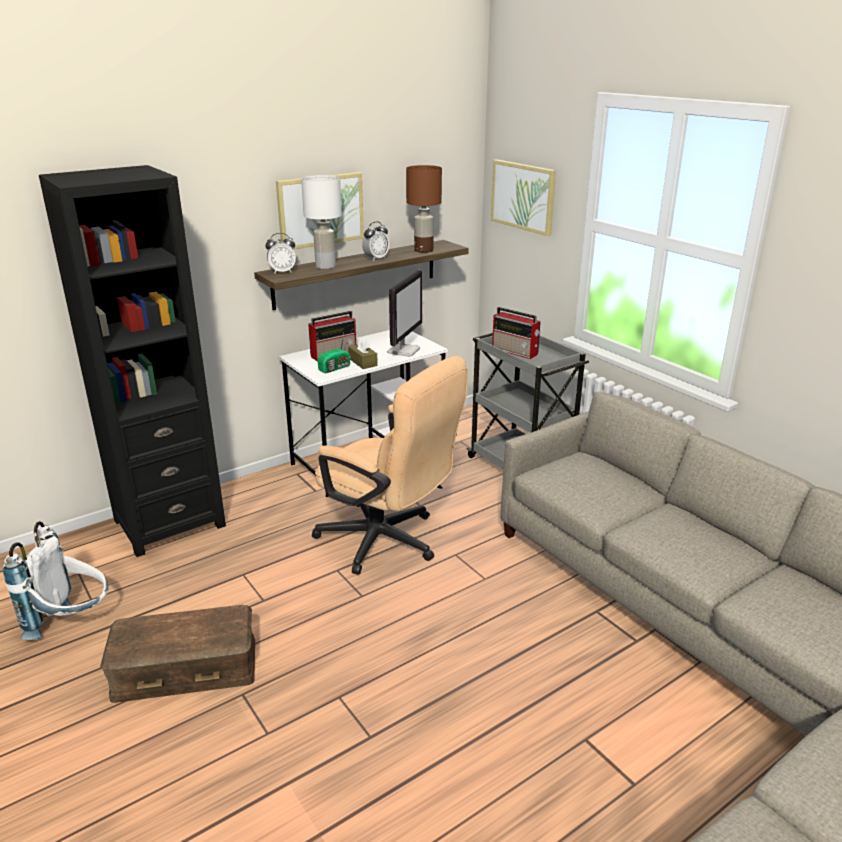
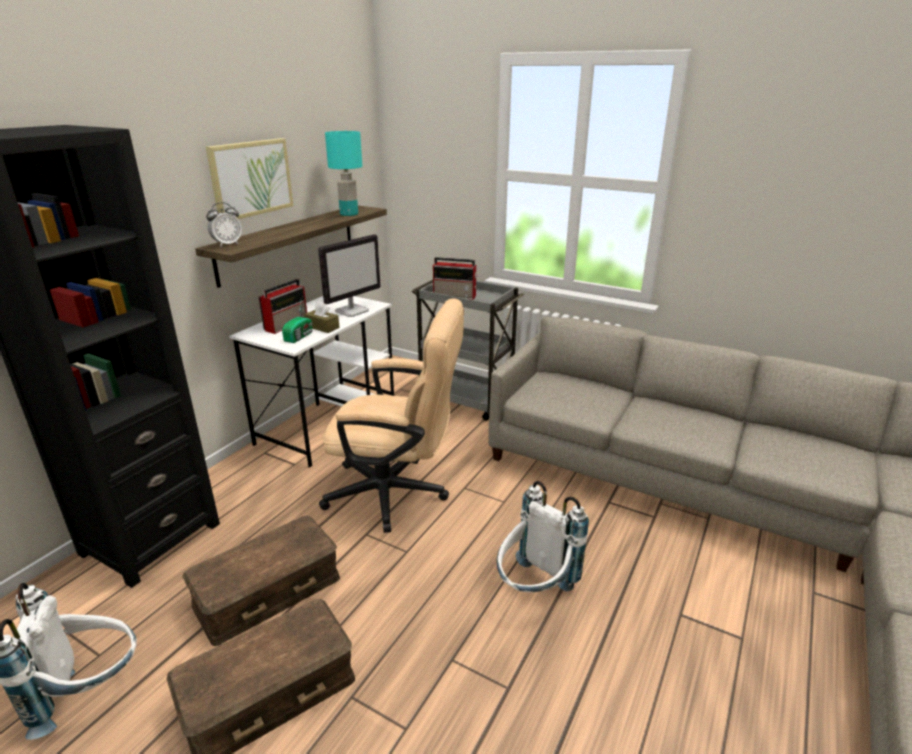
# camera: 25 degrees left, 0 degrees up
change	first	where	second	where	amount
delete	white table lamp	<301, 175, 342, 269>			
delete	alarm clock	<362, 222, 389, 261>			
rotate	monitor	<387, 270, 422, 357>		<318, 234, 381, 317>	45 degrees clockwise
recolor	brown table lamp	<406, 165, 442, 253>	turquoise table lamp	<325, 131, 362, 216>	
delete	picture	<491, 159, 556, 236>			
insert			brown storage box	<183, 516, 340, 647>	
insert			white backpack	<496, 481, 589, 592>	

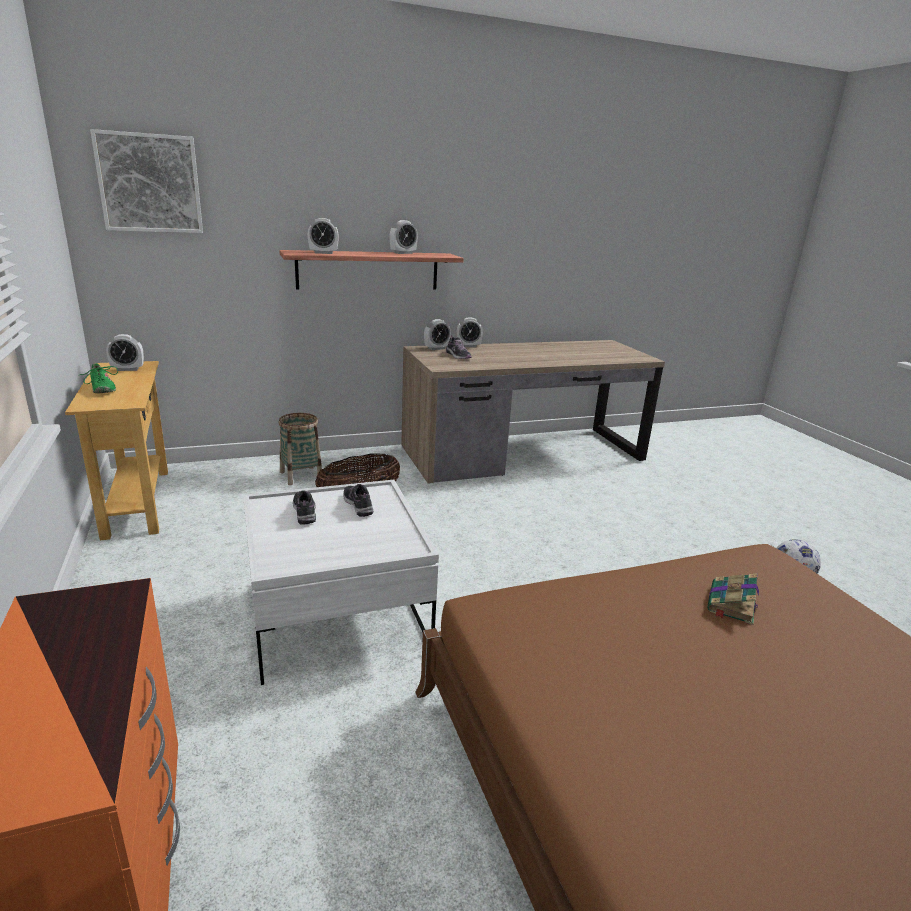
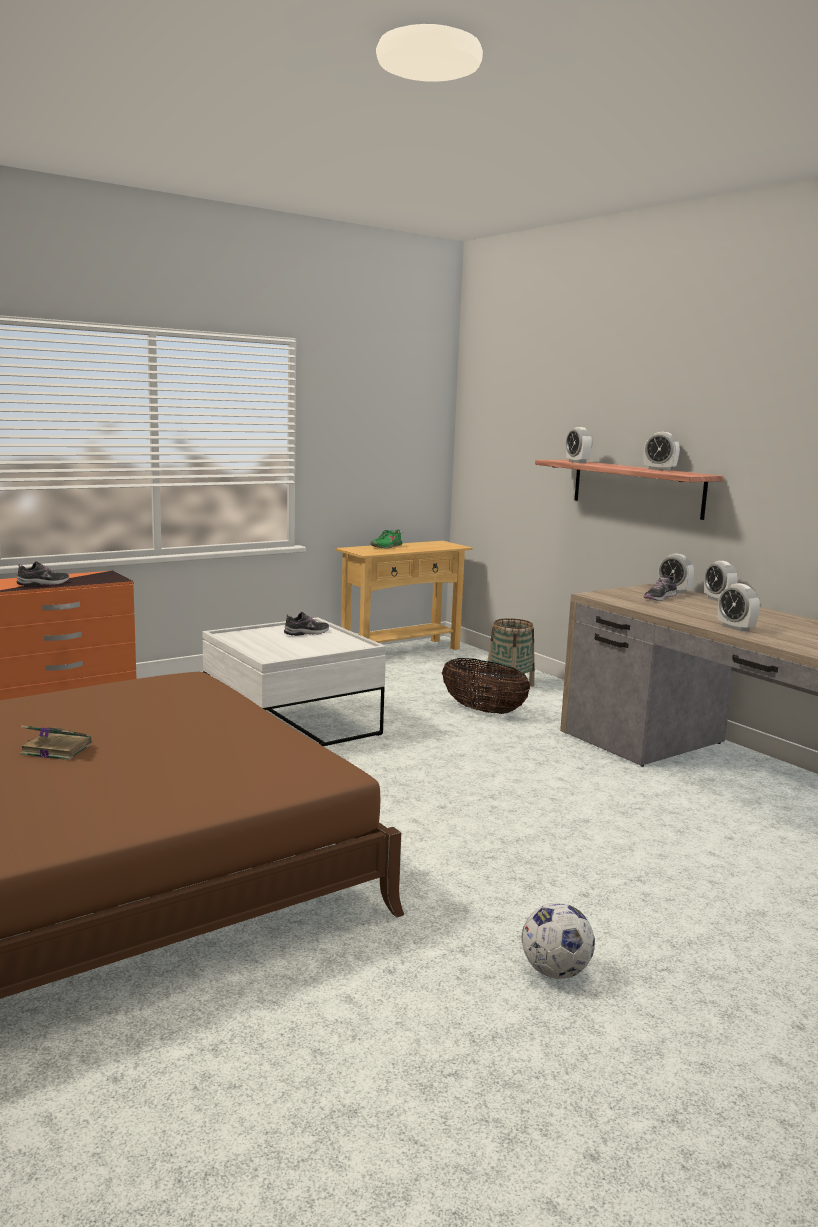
# camera: 75 degrees right, 10 degrees down
change	first	where	second	where	amount
delete	picture	<90, 129, 203, 233>			
move	alarm clock	<106, 334, 144, 371>		<718, 583, 760, 632>	
move	shoe	<343, 484, 373, 517>		<17, 561, 69, 586>	
move	book	<707, 573, 759, 625>		<20, 725, 91, 760>	

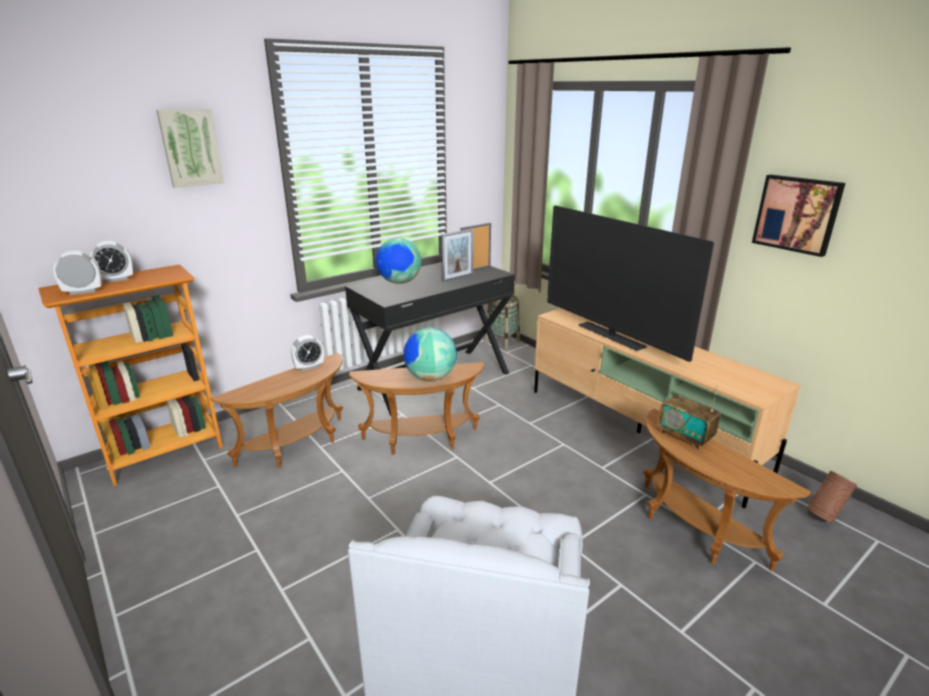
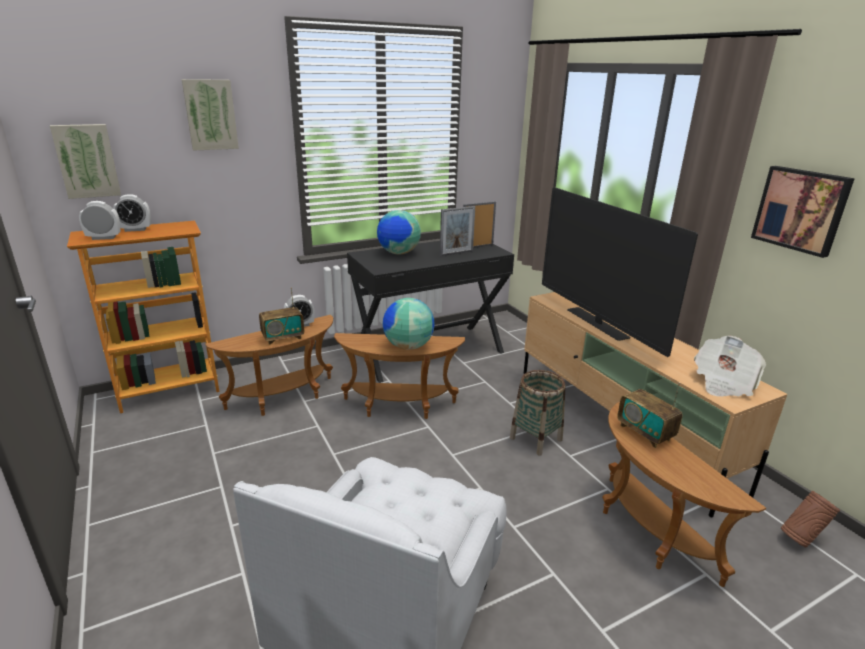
# camera: 10 degrees right, 0 degrees up
change	first	where	second	where	amount
move	basket	<485, 295, 520, 350>		<510, 370, 566, 456>	
insert			picture	<50, 124, 121, 199>	
insert			radio	<259, 287, 304, 345>	
insert			newspaper	<694, 336, 766, 397>	

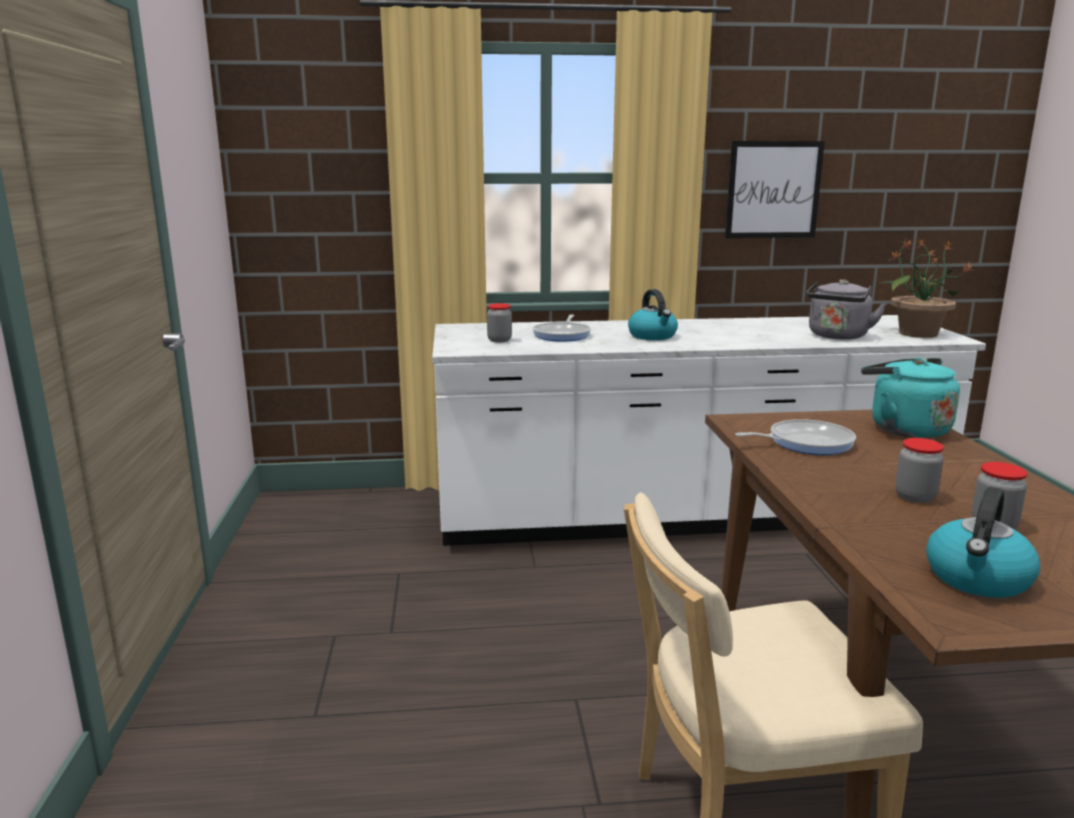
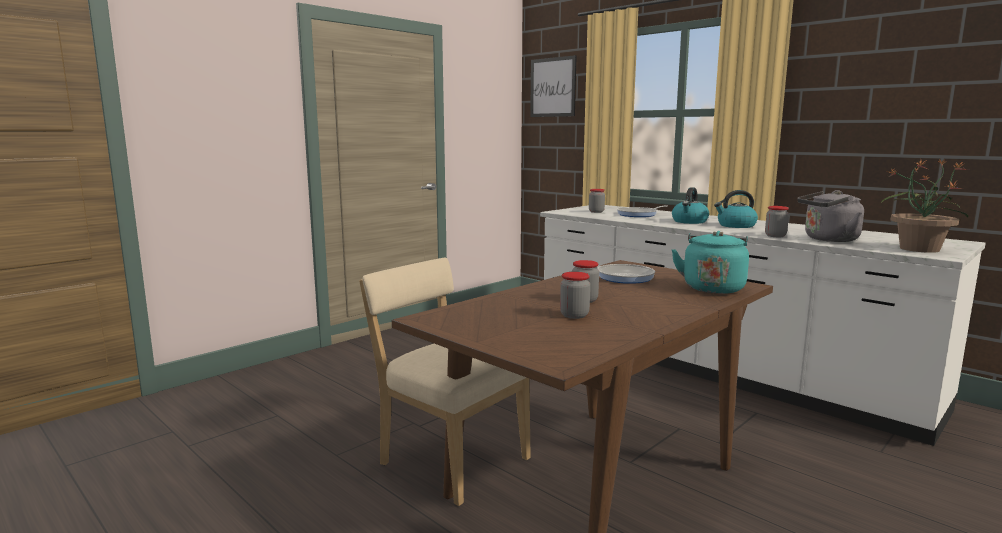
# camera: 50 degrees right, 5 degrees down
change	first	where	second	where	amount
move	picture	<725, 141, 825, 238>		<530, 55, 577, 117>	
move	kettle	<926, 487, 1040, 598>		<714, 190, 758, 228>	
insert			jar	<765, 206, 789, 237>	

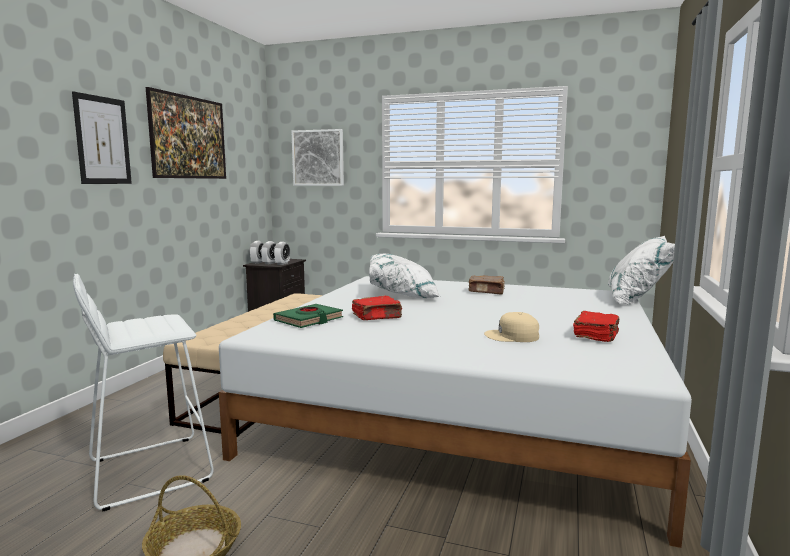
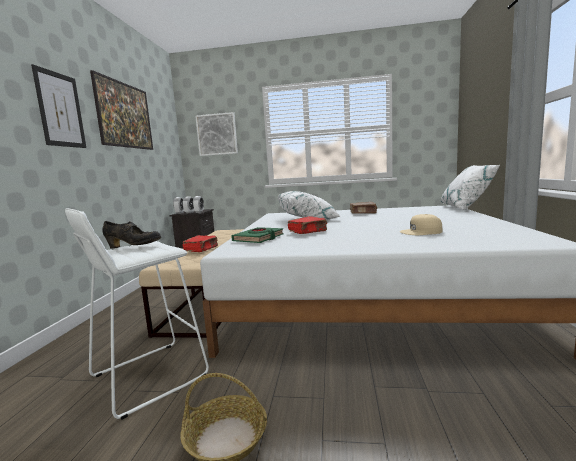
# camera: 10 degrees left, 0 degrees up
change	first	where	second	where	amount
move	red book	<573, 311, 619, 342>		<183, 235, 218, 252>	
insert			black shoe	<102, 221, 161, 248>	

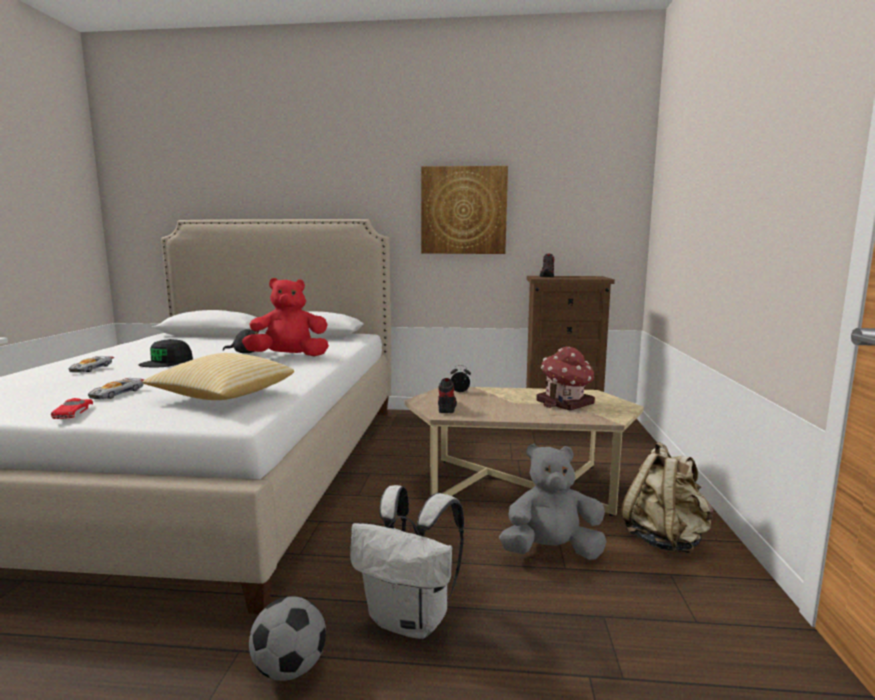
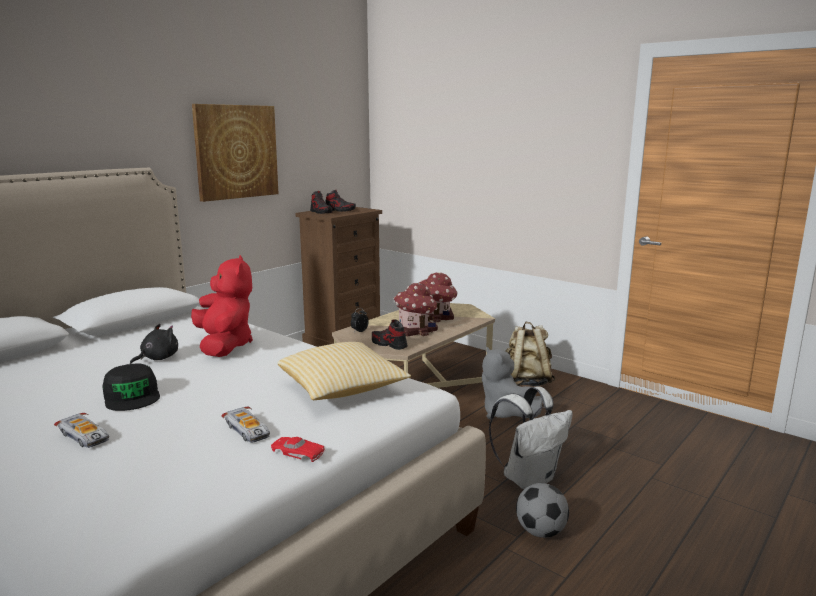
# camera: 55 degrees left, 5 degrees up
change	first	where	second	where	amount
rotate	red plush toy	<242, 278, 329, 357>		<191, 255, 253, 357>	135 degrees clockwise
rotate	grey plush toy	<499, 444, 606, 560>		<482, 347, 543, 419>	60 degrees counterclockwise
insert			shoe	<325, 190, 356, 212>	
insert			toy house	<394, 283, 438, 337>	

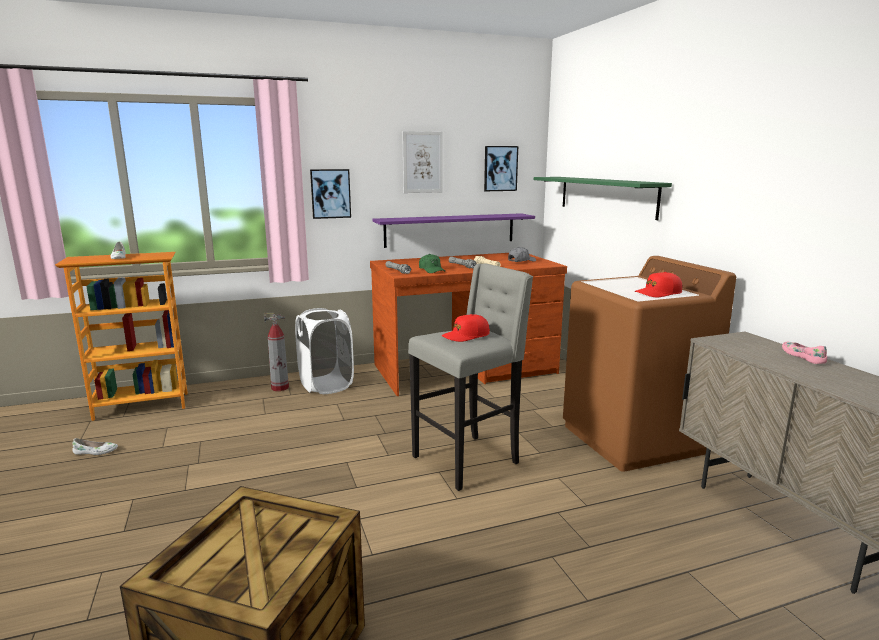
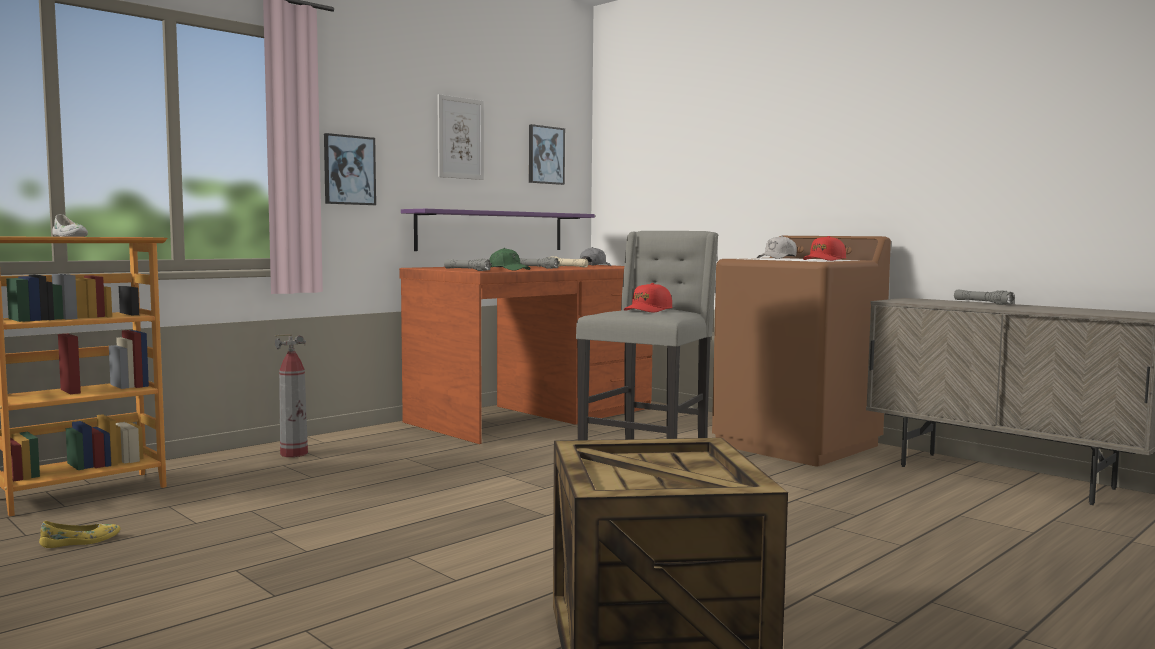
# camera: 25 degrees left, 10 degrees down
change	first	where	second	where	amount
recolor	white shoe	<73, 438, 118, 455>	yellow shoe	<39, 521, 120, 548>	
delete	white laundry basket	<295, 308, 354, 394>			
delete	green shelf	<534, 177, 672, 220>			
replace	pink shoe	<782, 342, 827, 364>	grey flashlight	<954, 289, 1015, 305>	
insert			white cap	<757, 236, 797, 259>	

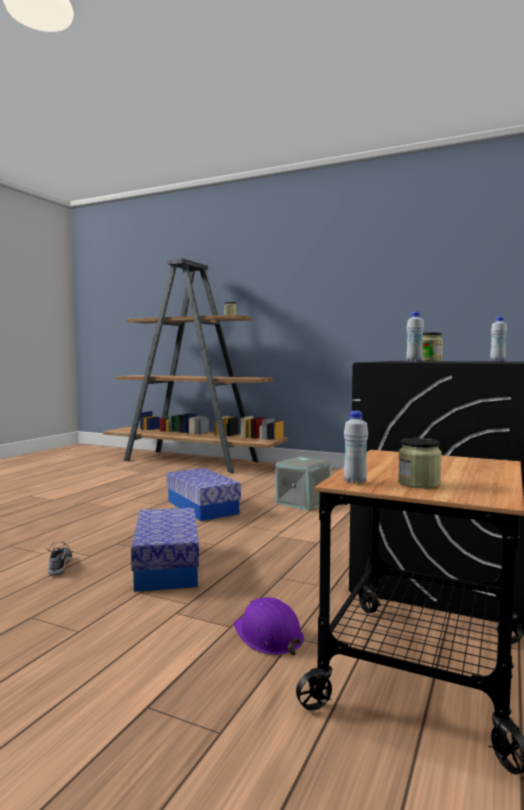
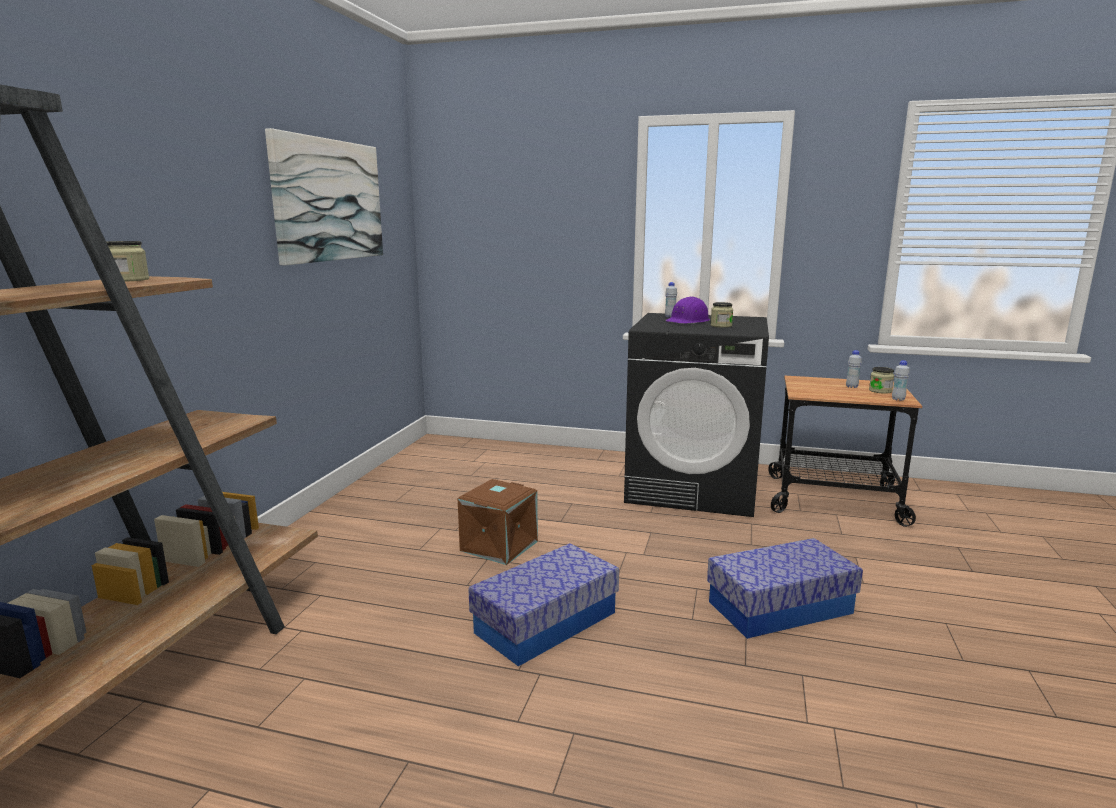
# camera: 100 degrees left, 10 degrees up
change	first	where	second	where	amount
delete	shoe	<46, 542, 74, 576>			
move	purple hard hat	<233, 597, 304, 655>		<666, 296, 710, 324>	
recolor	grey storage box	<275, 456, 331, 511>	brown storage box	<458, 479, 538, 565>	
move	white bottle	<406, 311, 424, 362>		<846, 350, 862, 388>	
insert			picture	<265, 128, 383, 265>	

